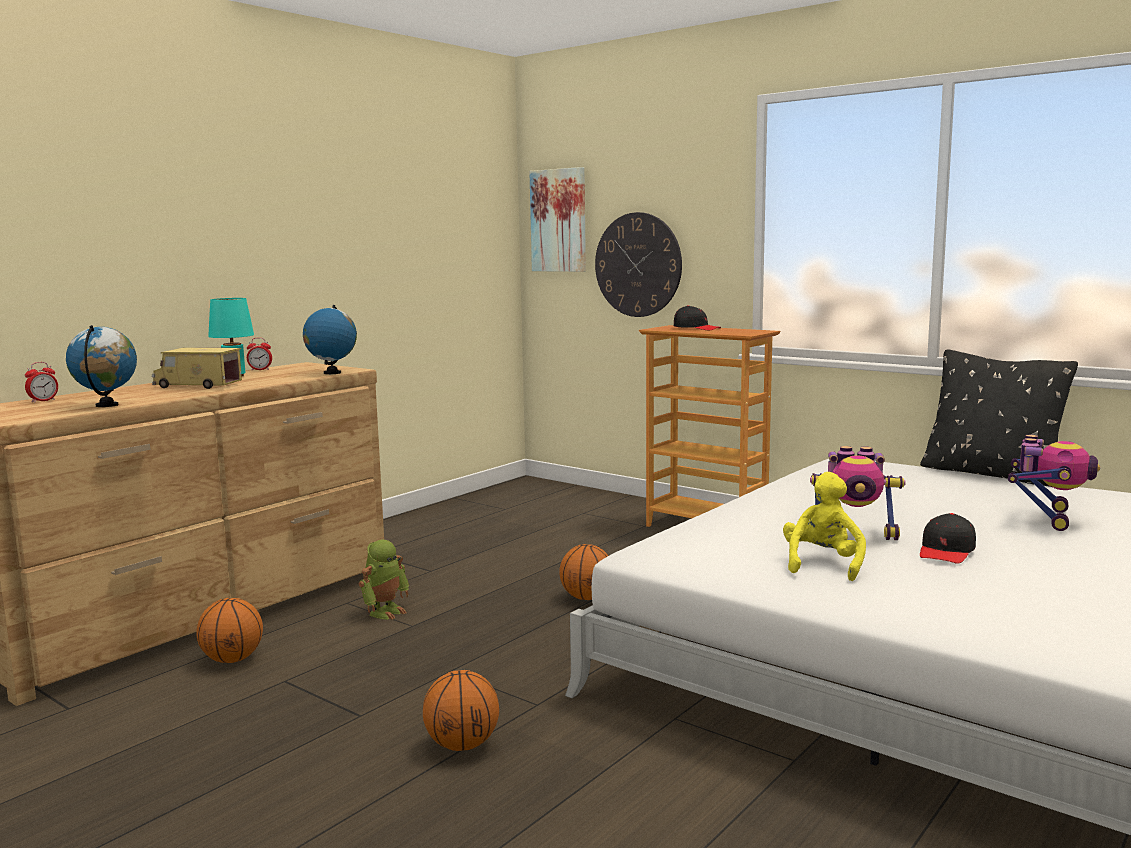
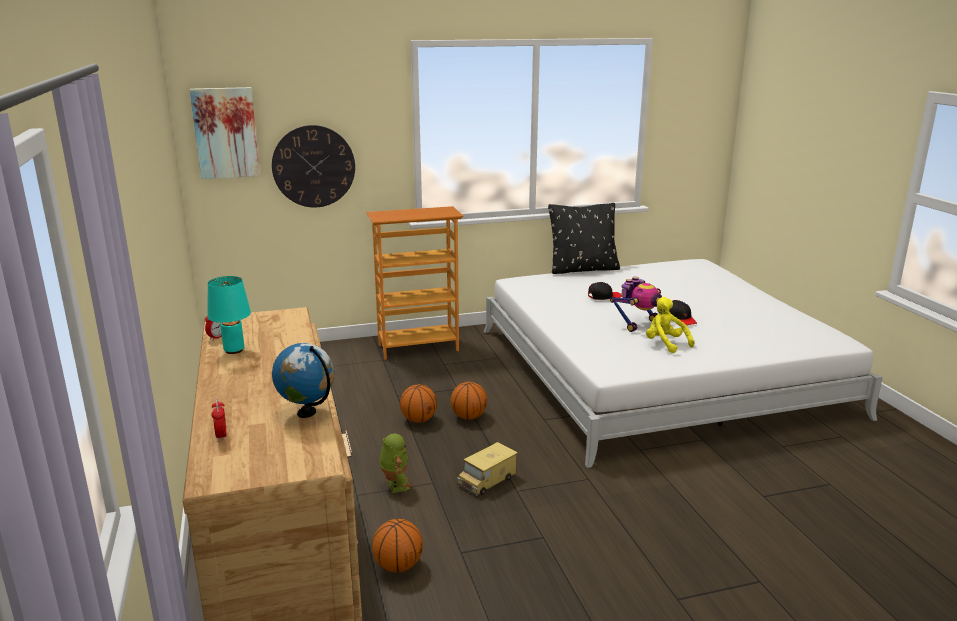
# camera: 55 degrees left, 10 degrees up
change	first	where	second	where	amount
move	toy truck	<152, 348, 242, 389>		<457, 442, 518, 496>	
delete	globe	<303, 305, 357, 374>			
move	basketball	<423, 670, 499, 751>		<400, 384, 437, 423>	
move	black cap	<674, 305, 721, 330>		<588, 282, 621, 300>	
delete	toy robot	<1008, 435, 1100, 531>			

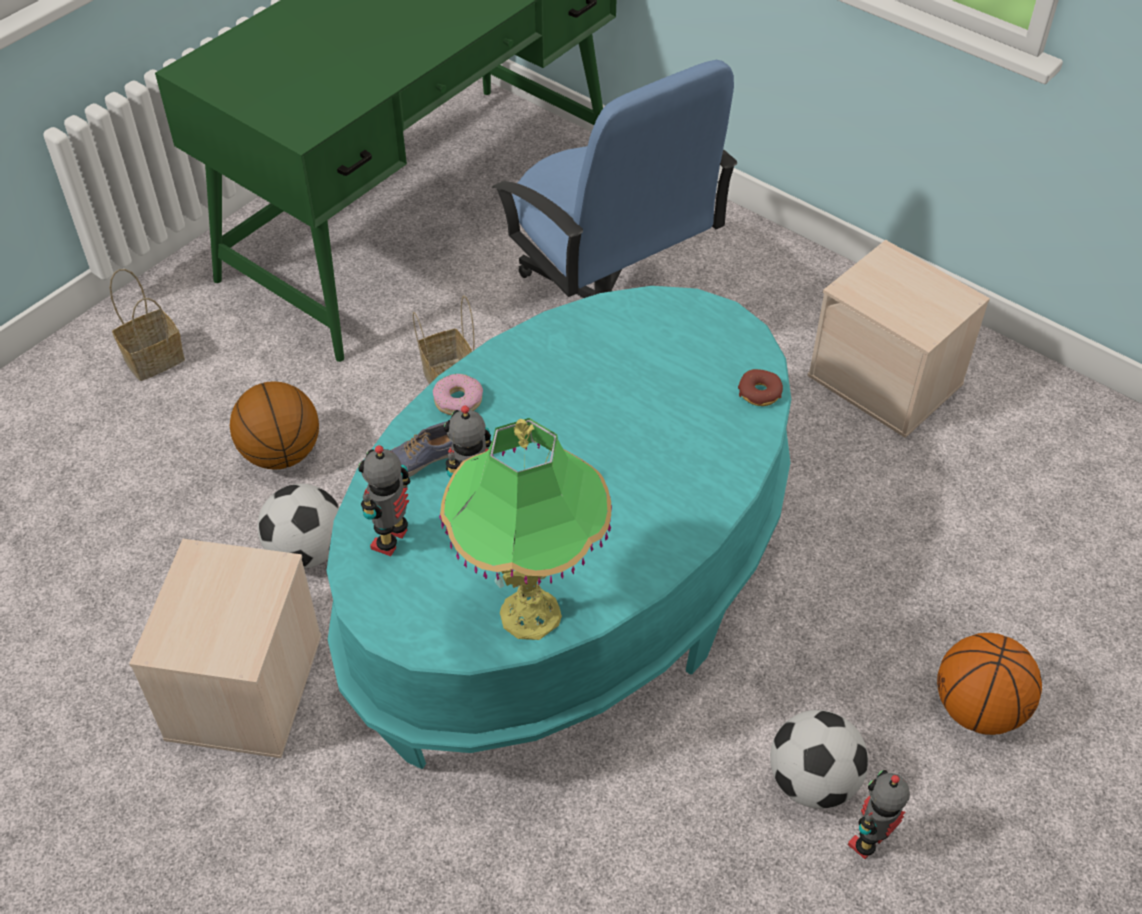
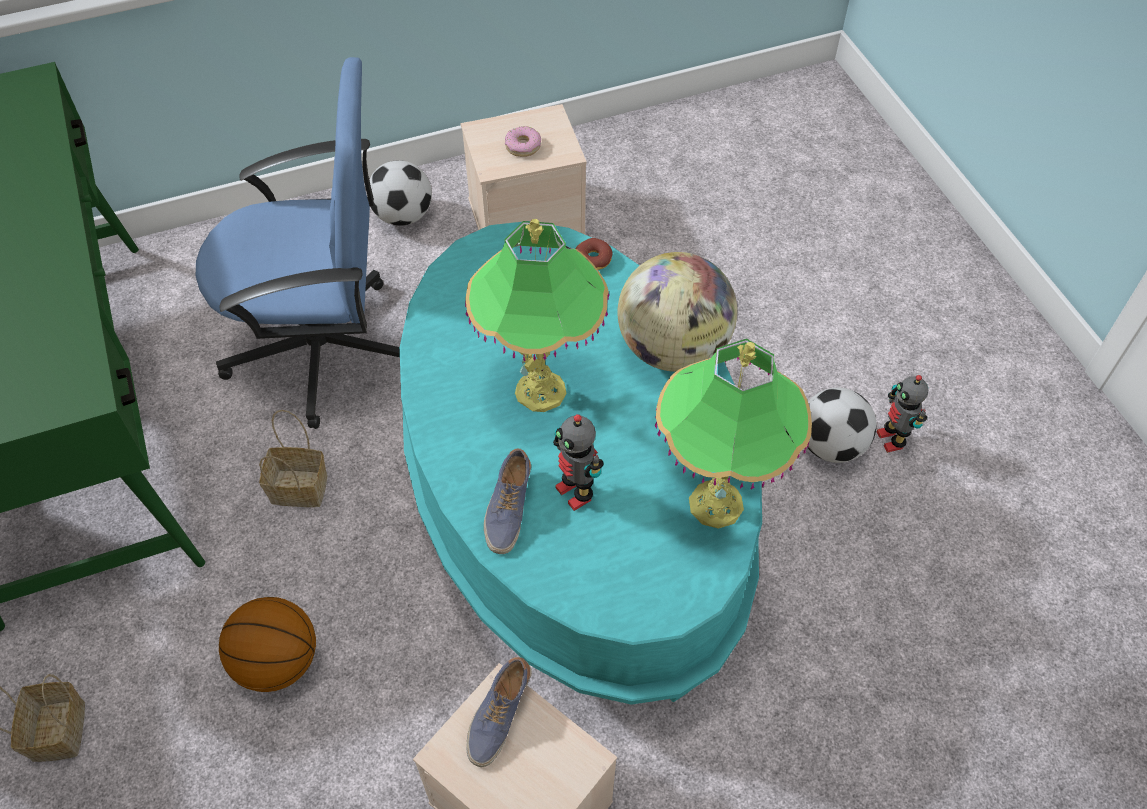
# camera: 60 degrees left, 5 degrees up
change	first	where	second	where	amount
move	football	<258, 484, 340, 569>		<367, 160, 432, 226>	
delete	toy robot	<358, 445, 410, 556>			
move	donut	<433, 374, 483, 415>		<505, 126, 541, 157>	
delete	basketball	<937, 633, 1042, 735>			
insert			table lamp	<465, 219, 610, 412>	
insert			shoe	<466, 657, 532, 767>	
insert			globe	<617, 252, 737, 372>	

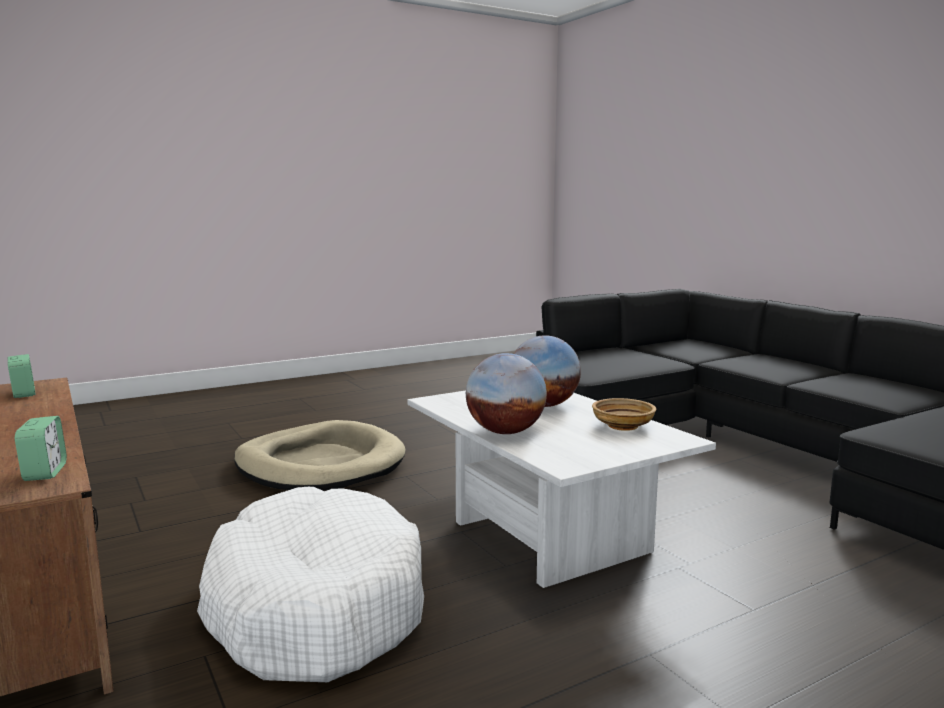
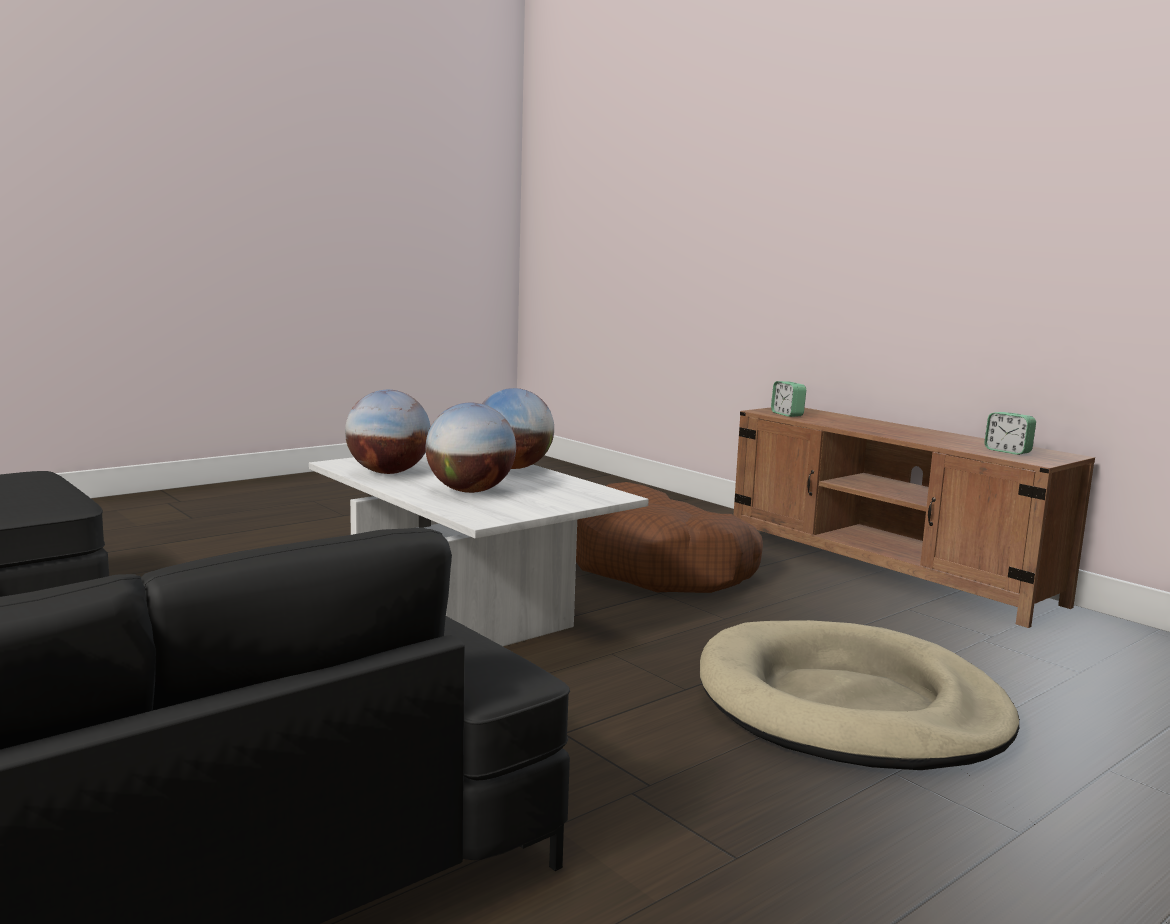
# camera: 170 degrees right, 0 degrees up
change	first	where	second	where	amount
recolor	white dog bed	<197, 487, 424, 682>	brown dog bed	<576, 482, 763, 593>	
replace	beige bowl	<592, 398, 656, 431>	globe	<345, 390, 431, 474>	

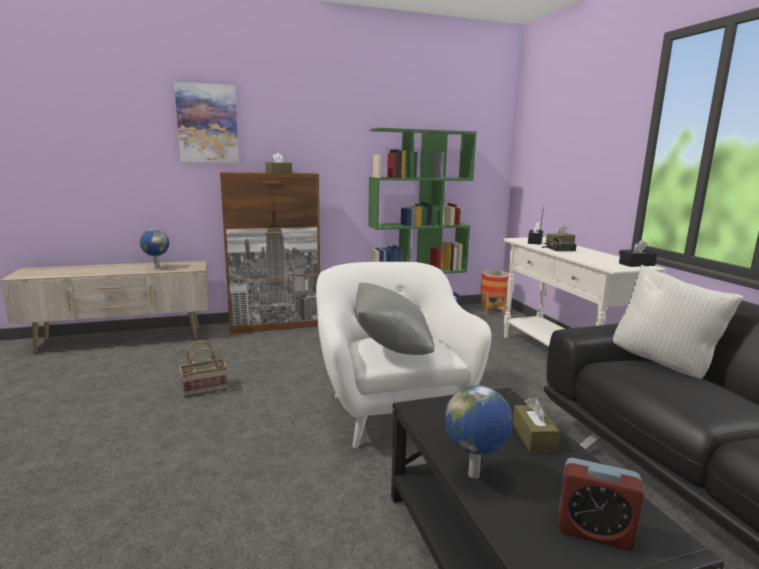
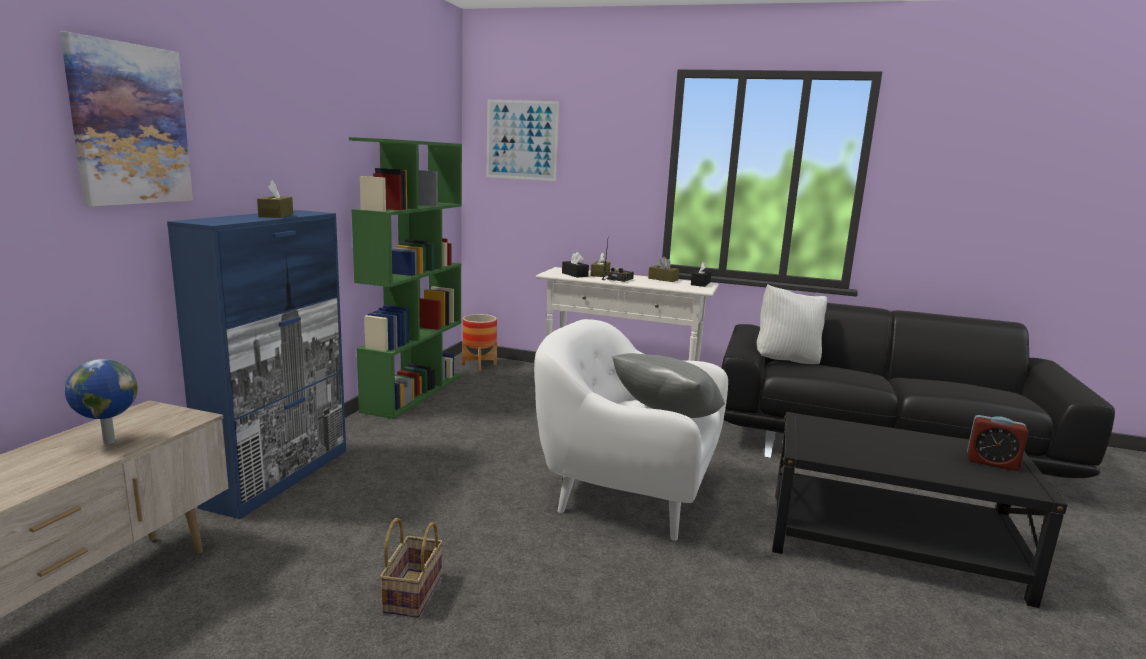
# camera: 55 degrees left, 0 degrees up
change	first	where	second	where	amount
recolor	brown cabinet	<220, 172, 320, 334>	blue cabinet	<167, 210, 346, 519>	
delete	globe	<445, 385, 513, 478>			
move	brown tissue box	<513, 397, 560, 452>		<648, 257, 679, 282>	
rotate	alarm clock	<558, 458, 644, 551>		<967, 415, 1028, 471>	60 degrees clockwise
insert			picture	<486, 100, 559, 181>	

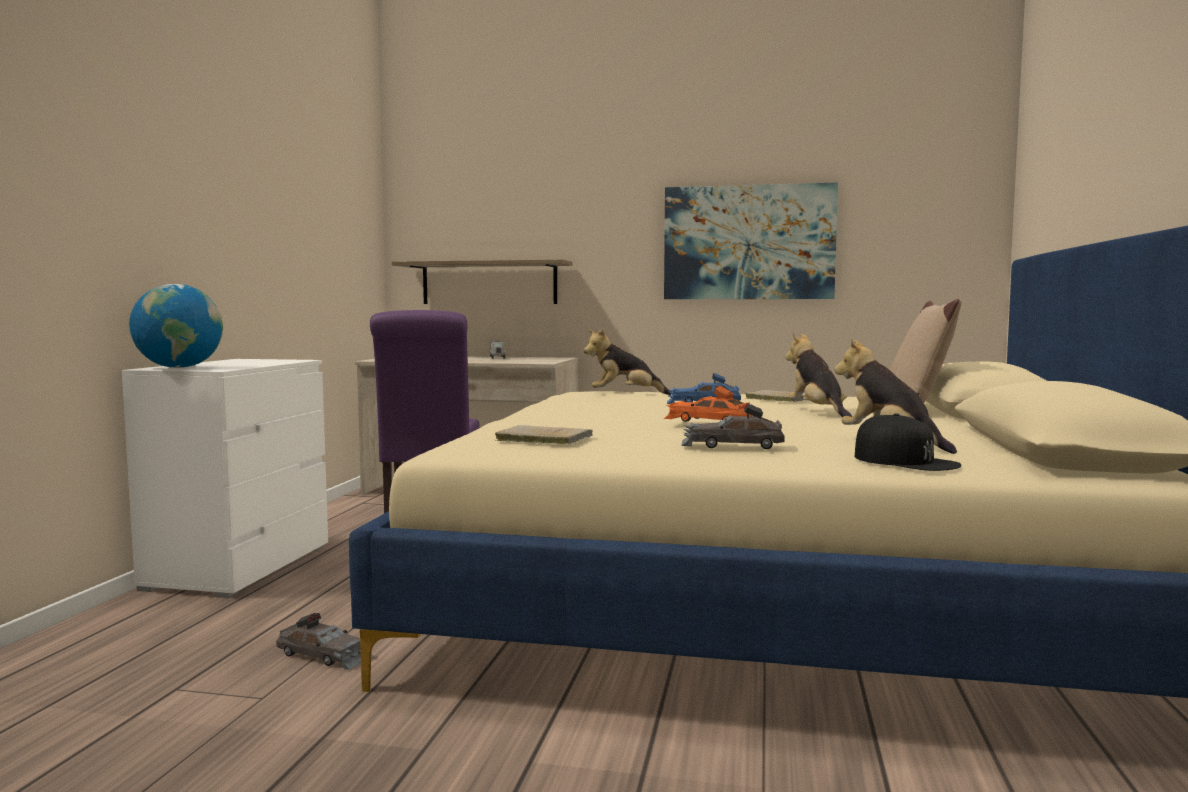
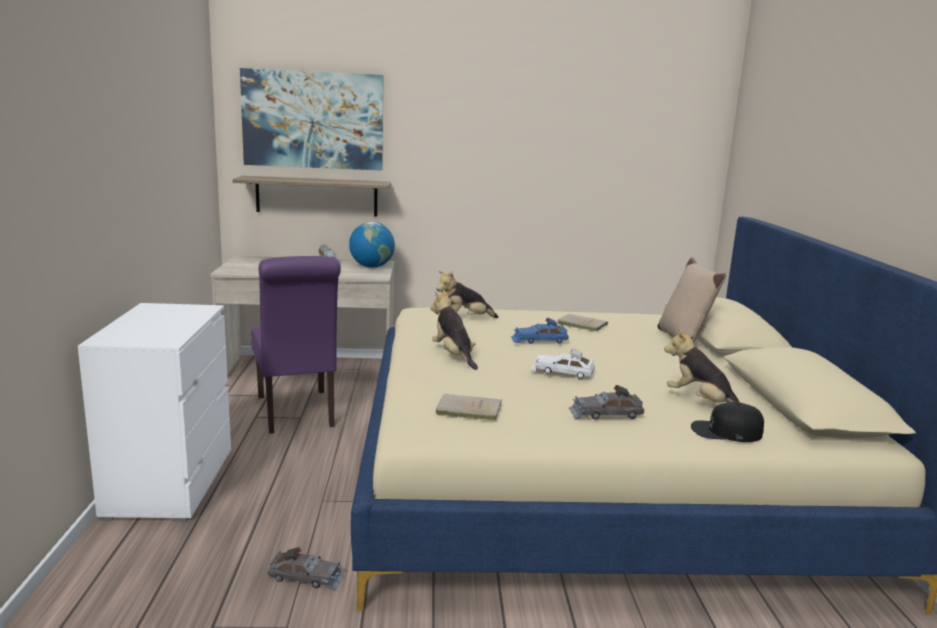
# camera: 15 degrees left, 10 degrees up
change	first	where	second	where	amount
move	globe	<129, 284, 223, 368>		<349, 222, 395, 268>	
move	picture	<664, 182, 838, 299>		<240, 68, 384, 170>	
recolor	orange toy car	<664, 386, 752, 422>	white toy car	<530, 348, 595, 379>	
move	plush toy	<785, 332, 852, 417>		<430, 290, 478, 370>	
rotate	black cap	<855, 413, 961, 471>		<691, 402, 764, 442>	150 degrees clockwise

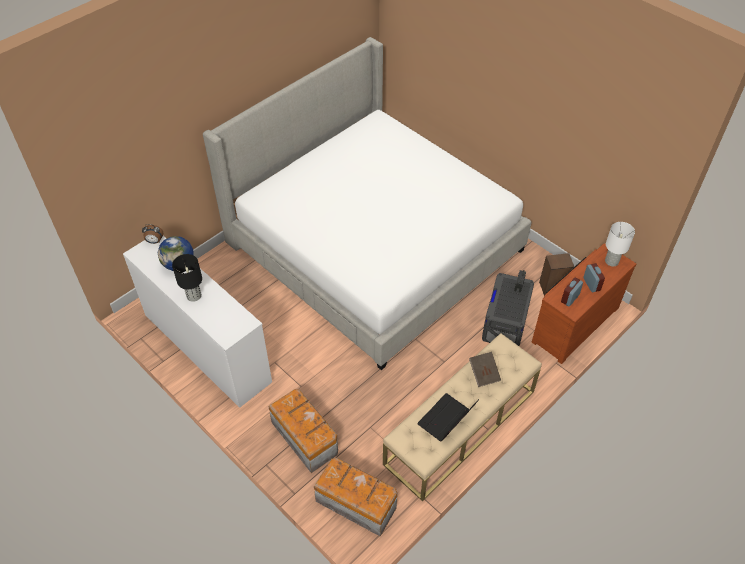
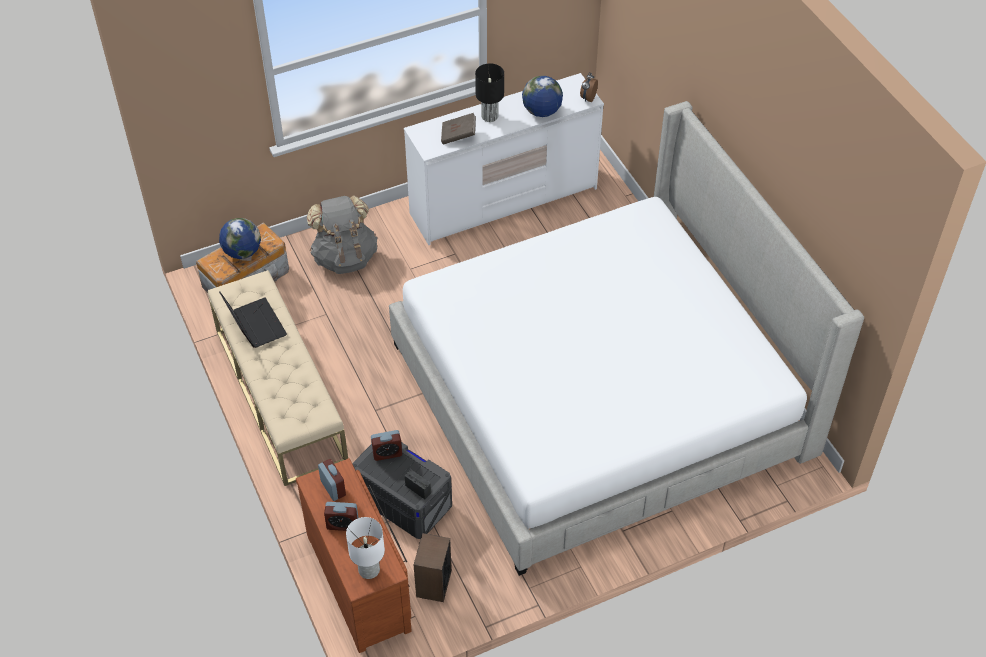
# camera: 110 degrees right, 0 degrees up
change	first	where	second	where	amount
replace	storage box	<268, 389, 338, 473>	grey backpack	<307, 196, 378, 274>	
move	brown book	<469, 352, 501, 387>		<441, 113, 476, 145>	
insert			globe	<219, 218, 261, 259>	
insert			alarm clock	<371, 430, 402, 461>	

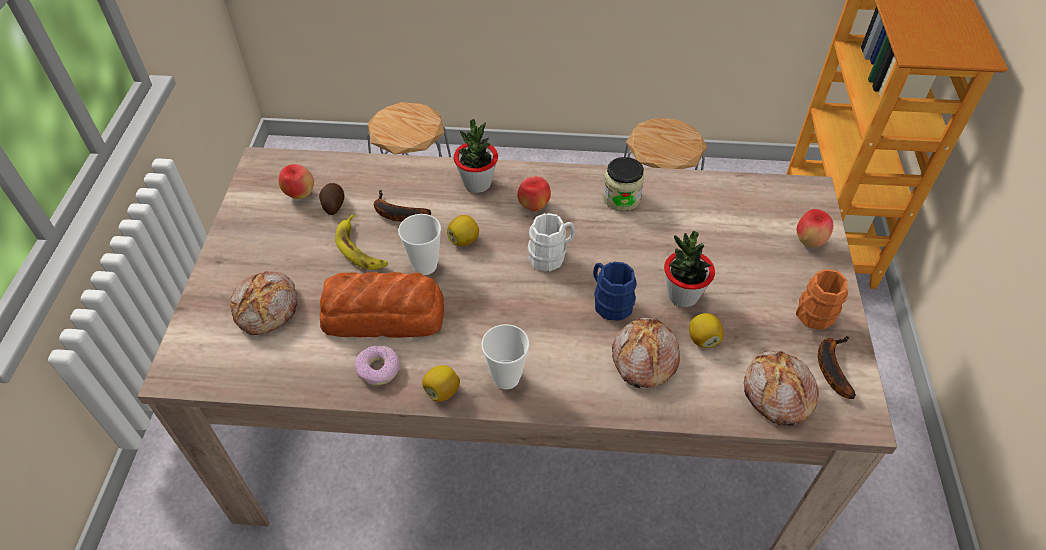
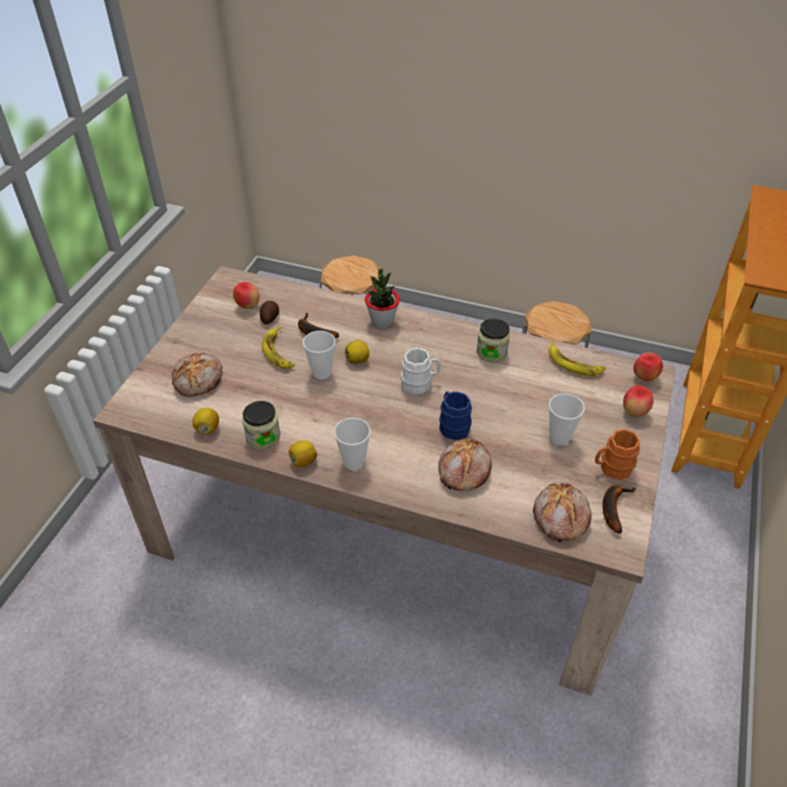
# camera: 15 degrees right, 5 degrees down
change	first	where	second	where	amount
delete	bread	<320, 272, 444, 338>			
replace	donut	<355, 346, 400, 385>	jar	<242, 401, 281, 449>	
move	apple	<517, 176, 551, 211>		<634, 353, 663, 382>	
delete	potted plant	<664, 231, 715, 307>			
move	lemon	<689, 313, 724, 348>		<192, 408, 219, 435>	
insert			banana	<549, 341, 606, 376>	
insert			cup	<549, 393, 585, 445>	

